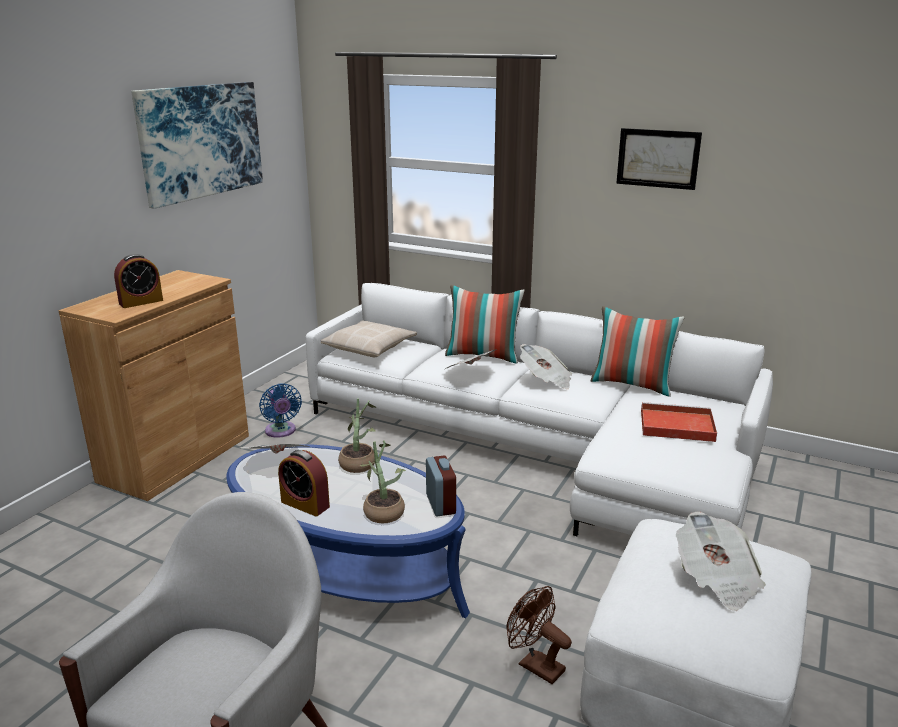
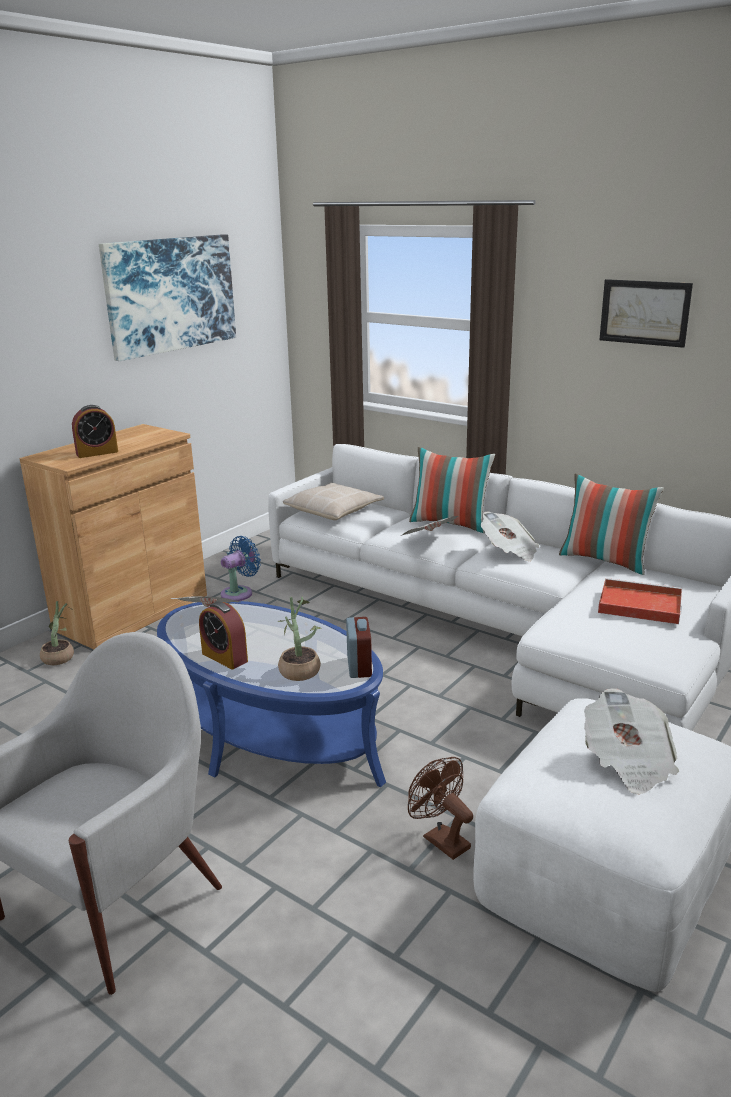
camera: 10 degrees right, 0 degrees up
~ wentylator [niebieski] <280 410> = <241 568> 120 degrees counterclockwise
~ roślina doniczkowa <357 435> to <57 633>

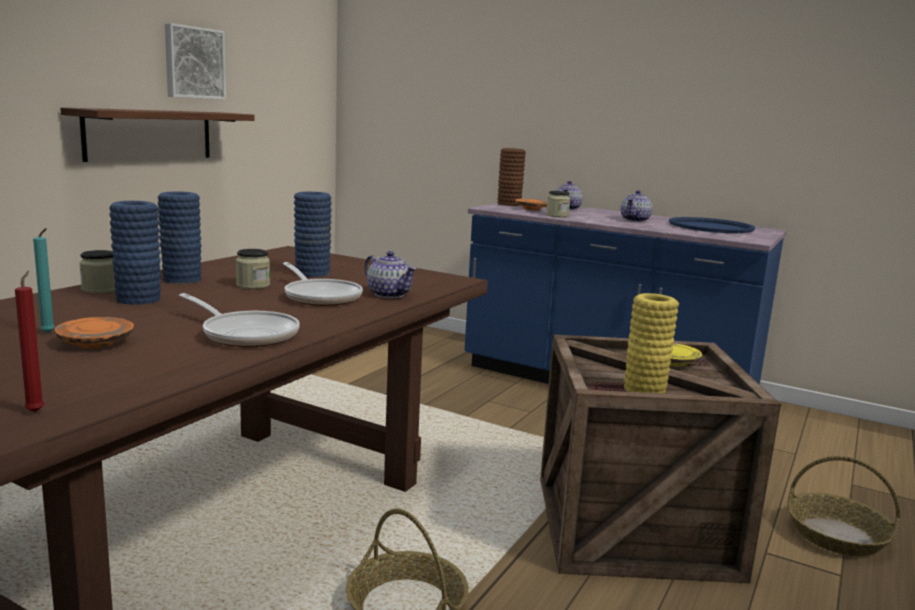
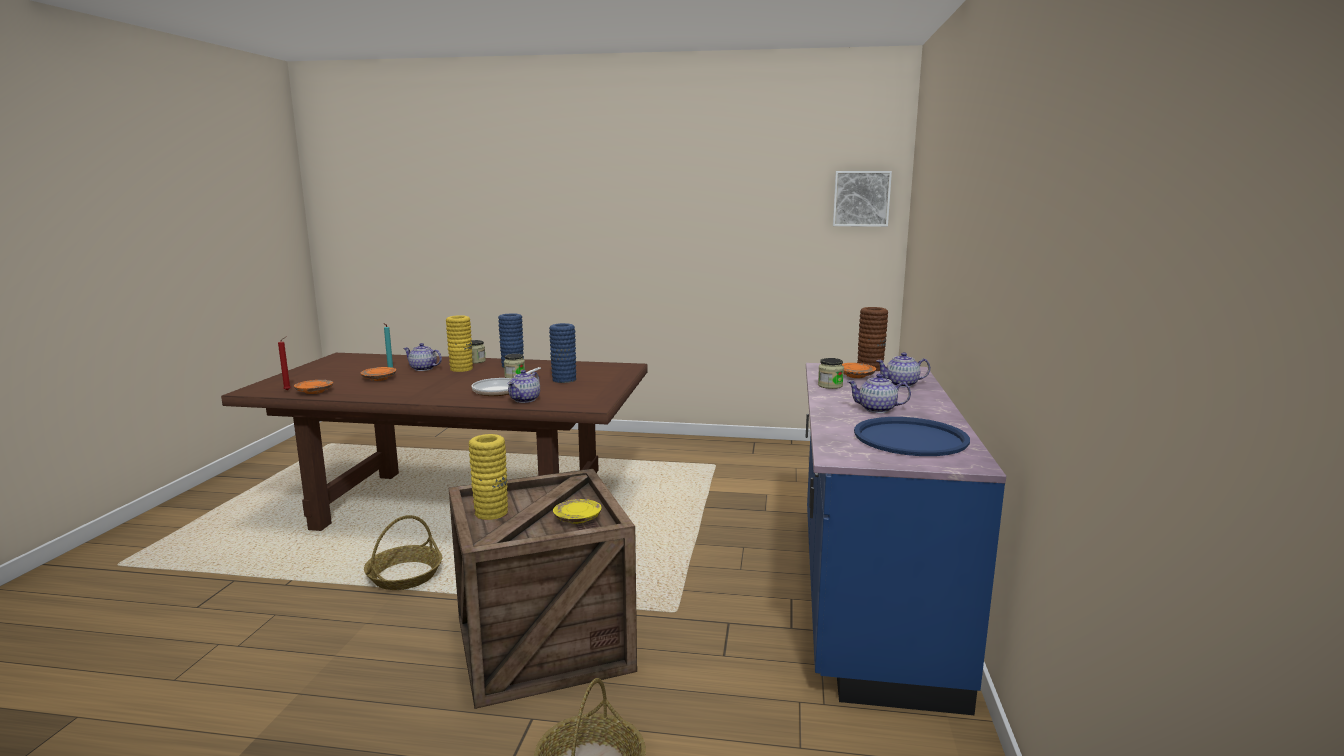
camera: 70 degrees right, 0 degrees up
- półka <157 134>
~ wazon [niebieski] <135 253> to wazon [żółty] <459 343>
~ obraz <195 61> to <862 199>
- patelnia <239 320>
+ talerz [pomarańczowy] <313 387>
+ imbryk <422 357>

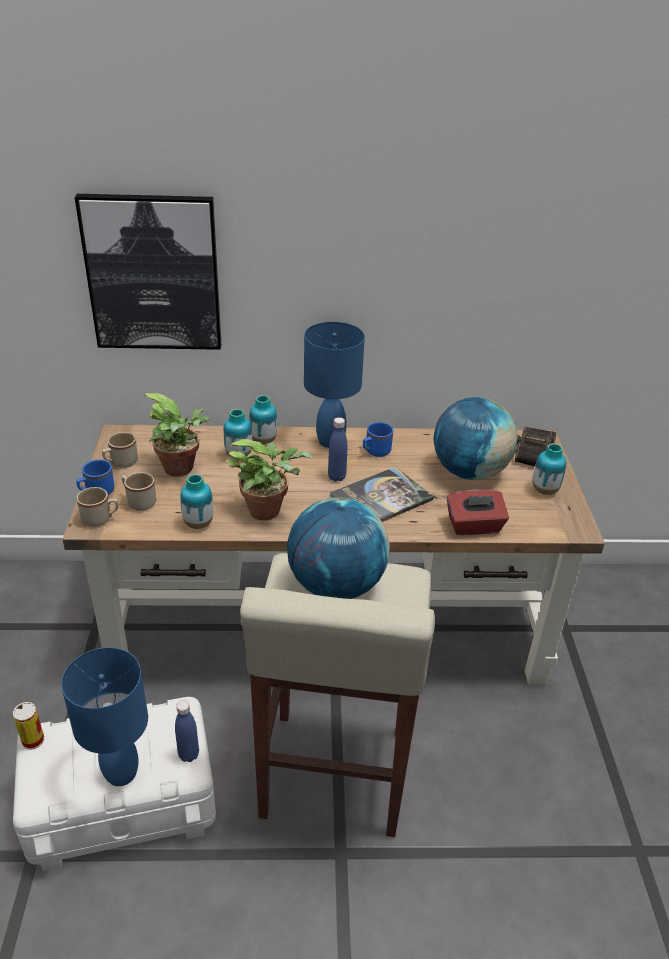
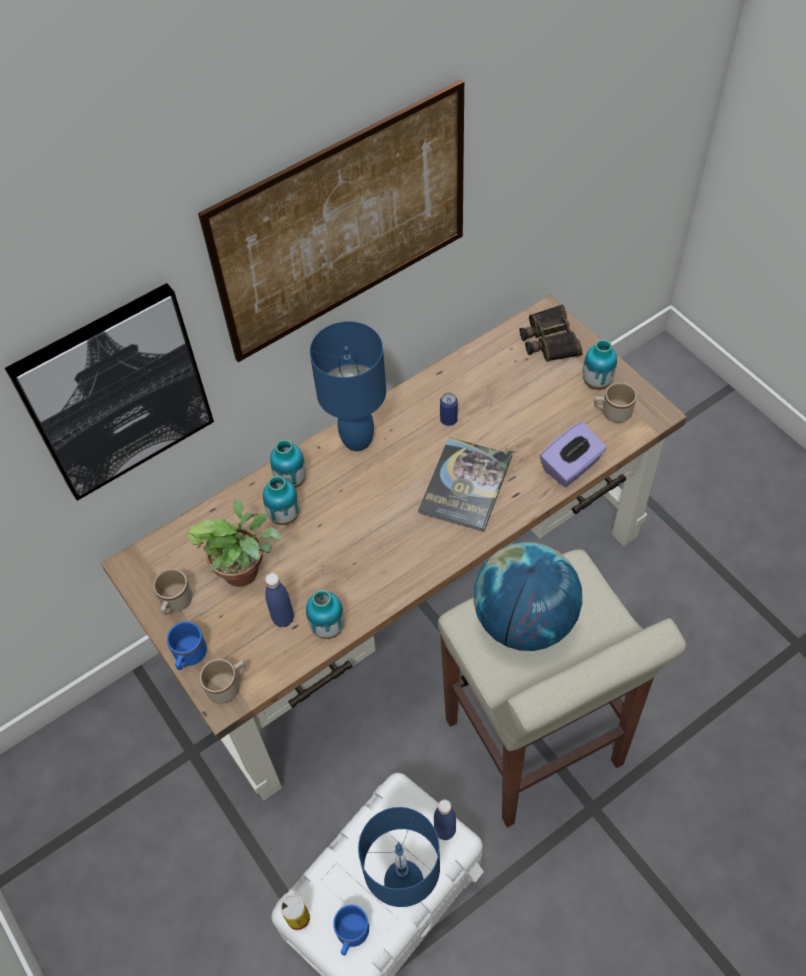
camera: 30 degrees left, 20 degrees up
~ kubek [beżowy] <139 491> to <615 403>
- roślina doniczkowa <269 479>
~ butelka [niebieski] <337 449> to <279 600>
~ kubek [niebieski] <378 439> to <351 930>
- globus <475 438>
~ pudełko chusteczek [czerwony] <478 512> to pudełko chusteczek [fioletowy] <573 454>
+ obraz <331 221>
+ puszka <449 409>

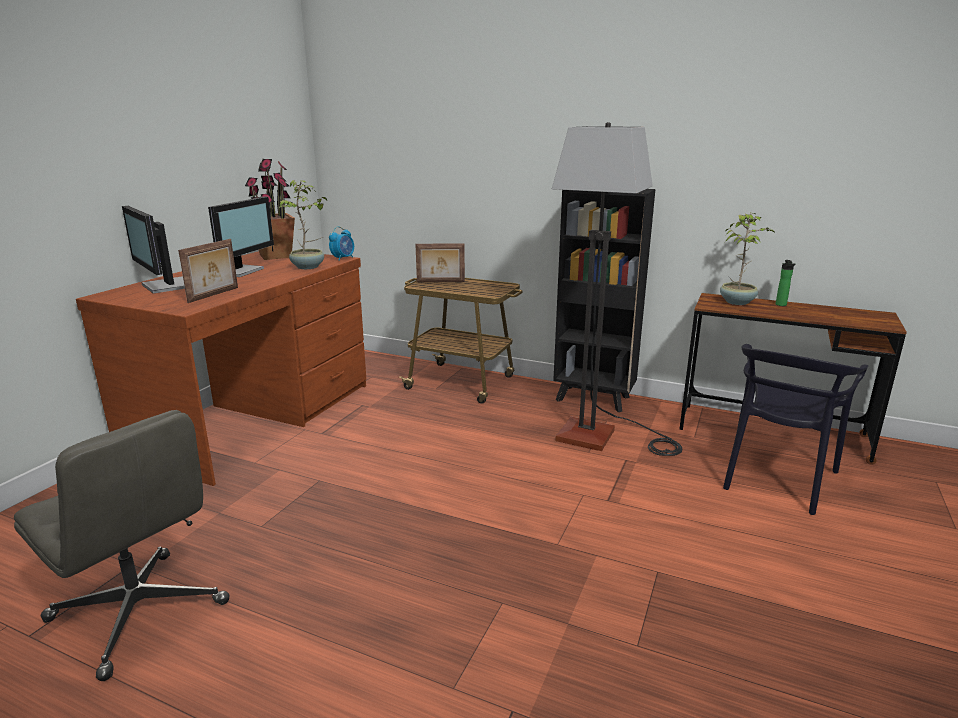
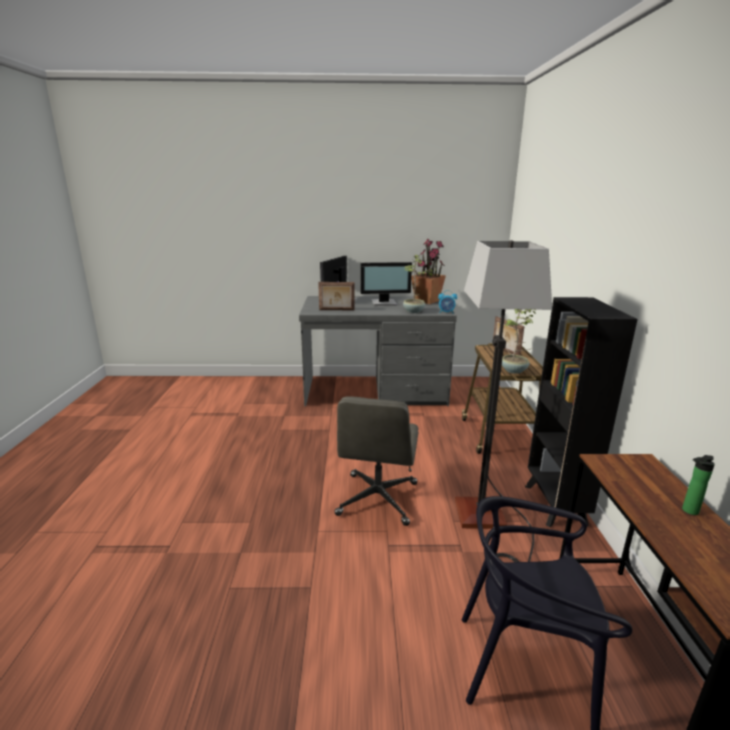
camera: 65 degrees right, 0 degrees up
~ krzesło biurowe [szary] <122 545> to <376 461>
~ biurko [brązowy] <221 368> to biurko [szary] <378 351>
~ roślina doniczkowa <747 259> to <519 341>

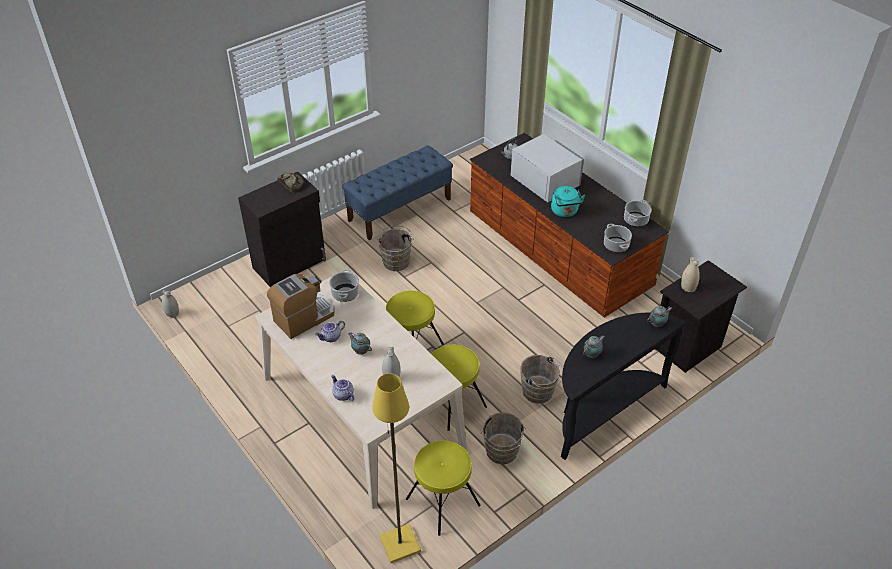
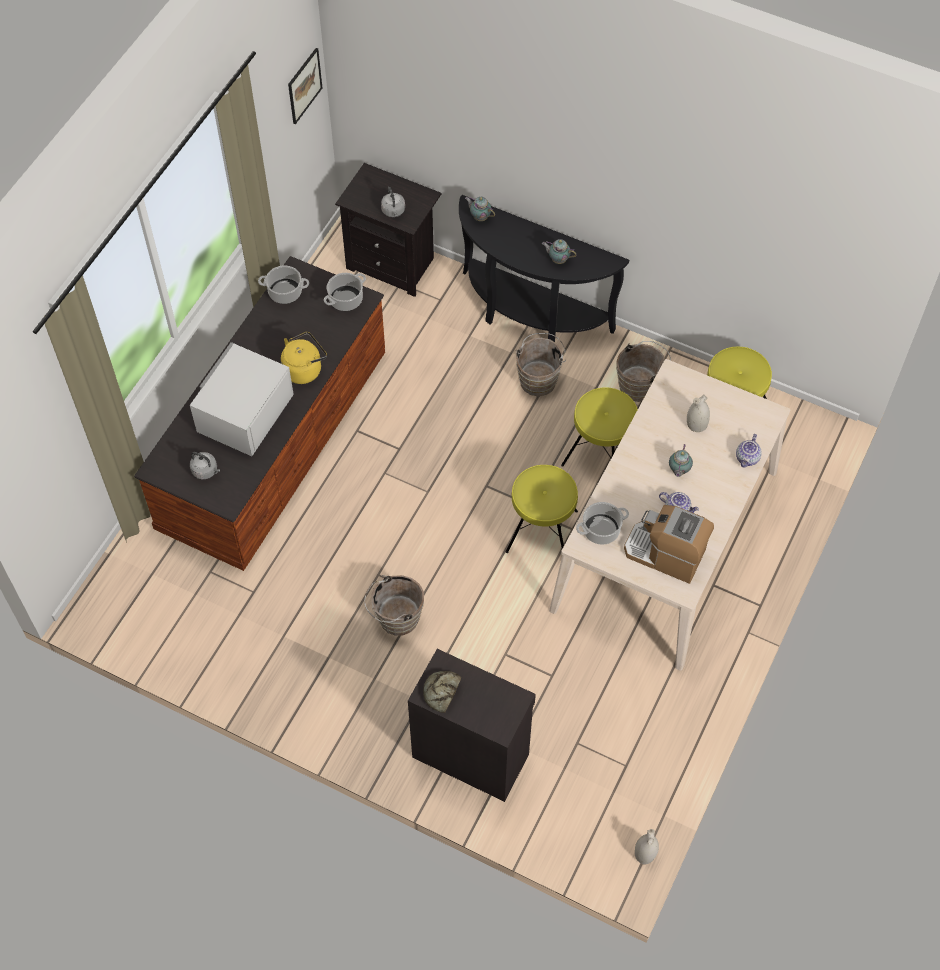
camera: 115 degrees left, 15 degrees up
- ławka [niebieski] <397 192>
- lampa stojąca [żółty] <396 468>
~ czajnik [turkusowy] <568 201> to czajnik [żółty] <304 358>
~ wazon [beżowy] <690 274> to czajnik [szary] <393 202>
+ obraz <305 86>

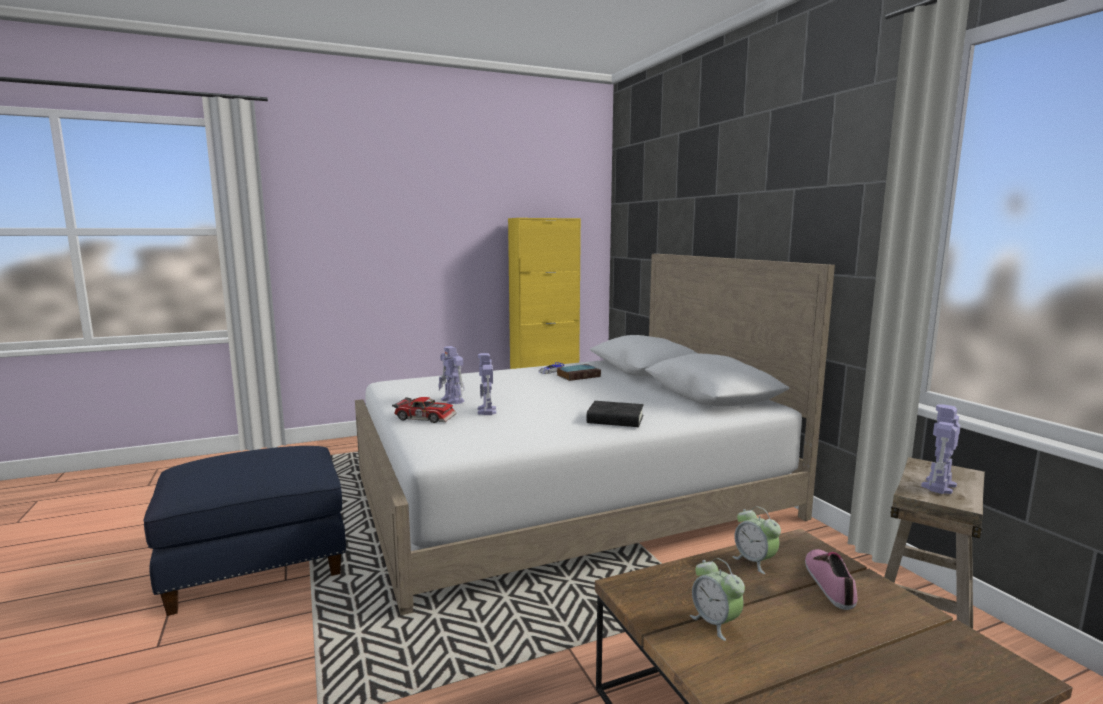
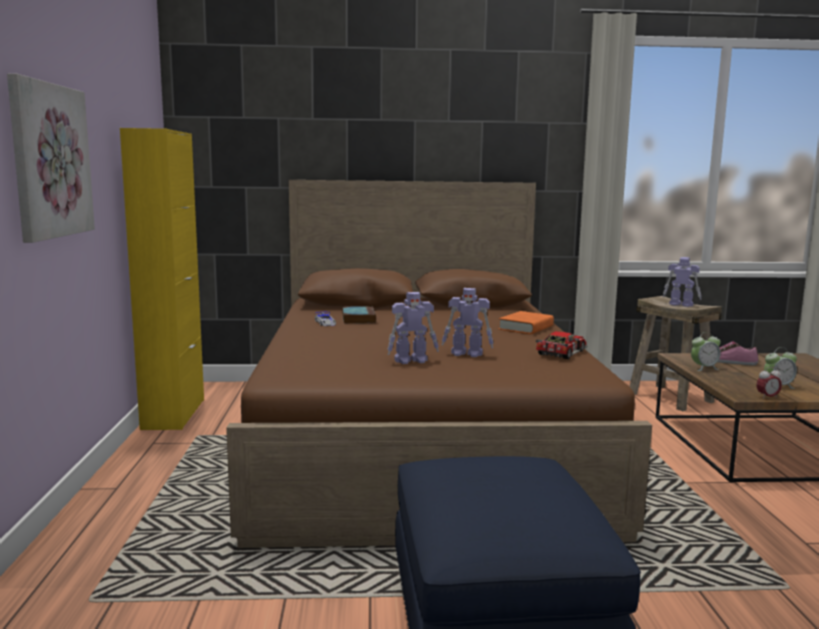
camera: 70 degrees left, 0 degrees up
~ łóżko [biały] <595 434> to łóżko [brązowy] <439 364>
~ samochodzik <424 410> to <561 345>
~ książka [czarny] <615 414> to książka [pomarańczowy] <526 322>
~ robot zabawkowy <941 449> = <682 282> 150 degrees clockwise
+ obraz <51 158>
+ budzik <769 383>

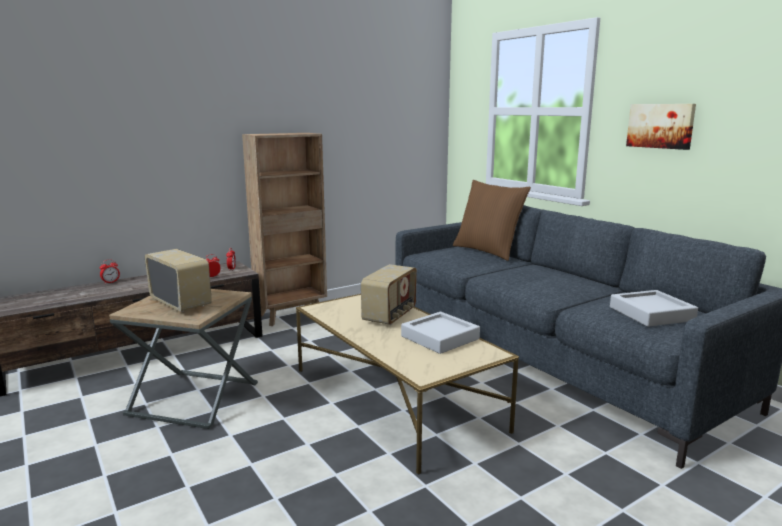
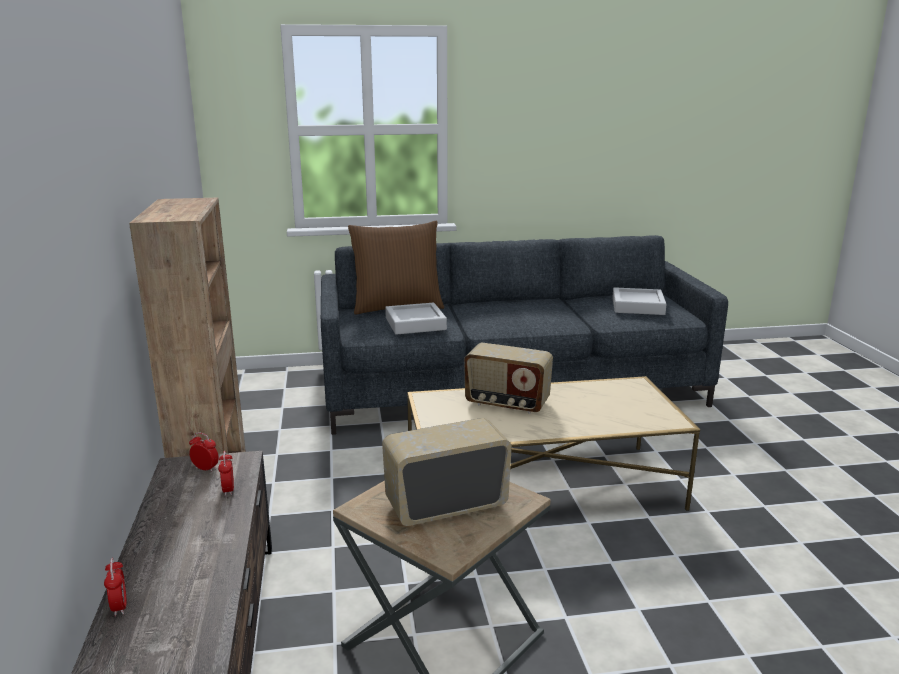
camera: 65 degrees left, 5 degrees up
~ radio <389 294> = <508 378> 150 degrees clockwise
~ taca [szary] <440 333> to <416 319>
- obraz <661 127>

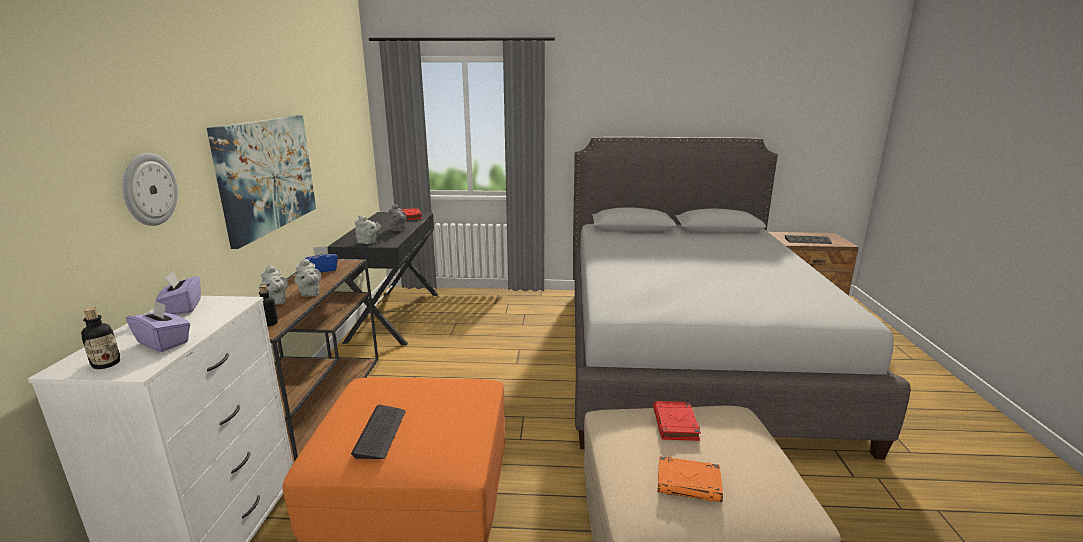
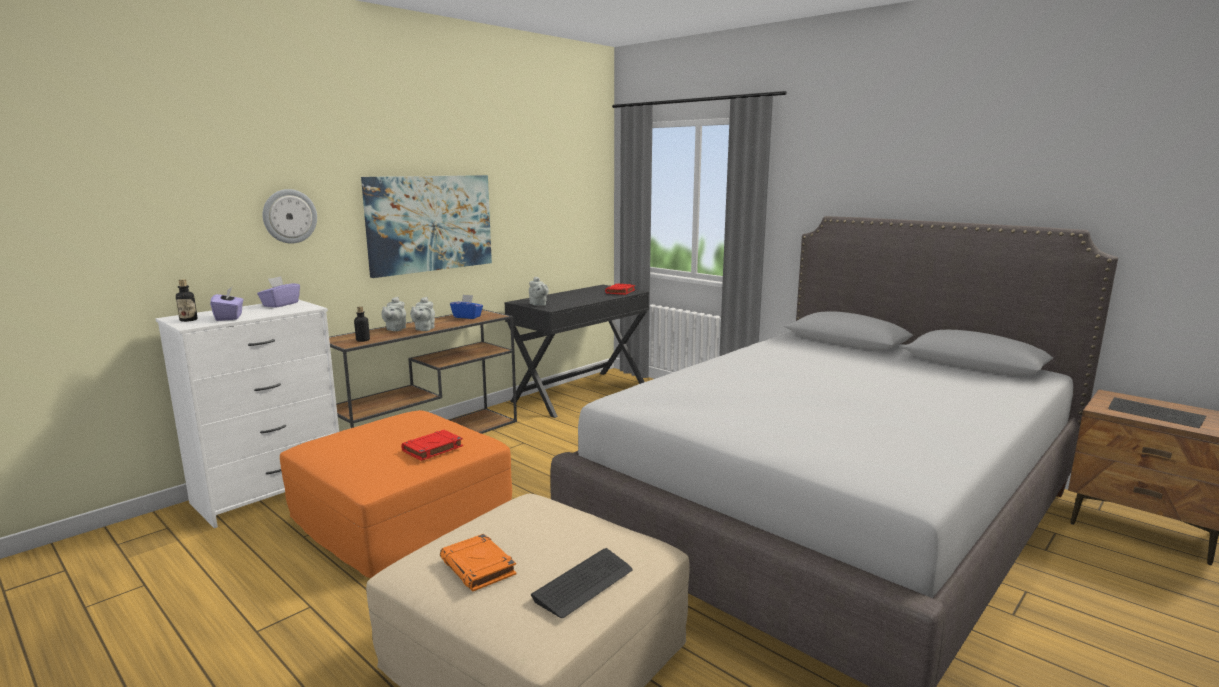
camera: 40 degrees right, 5 degrees down
~ klawiatura <378 432> to <581 583>
- imbryk [szary] <398 217>
~ książka [czerwony] <677 421> to <432 445>

